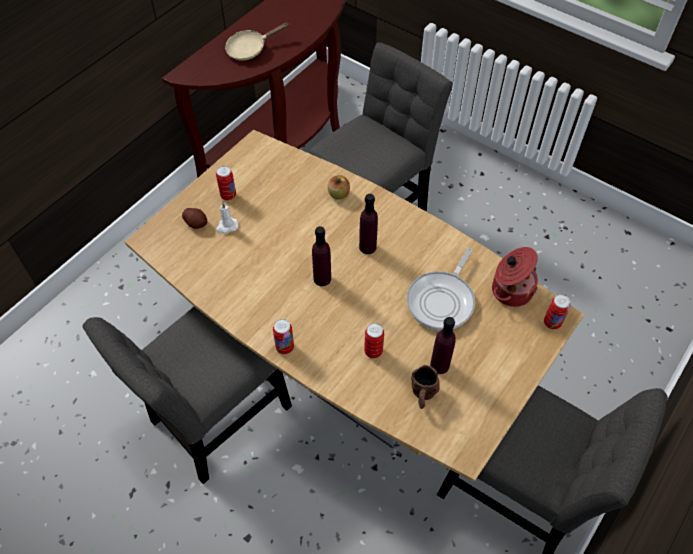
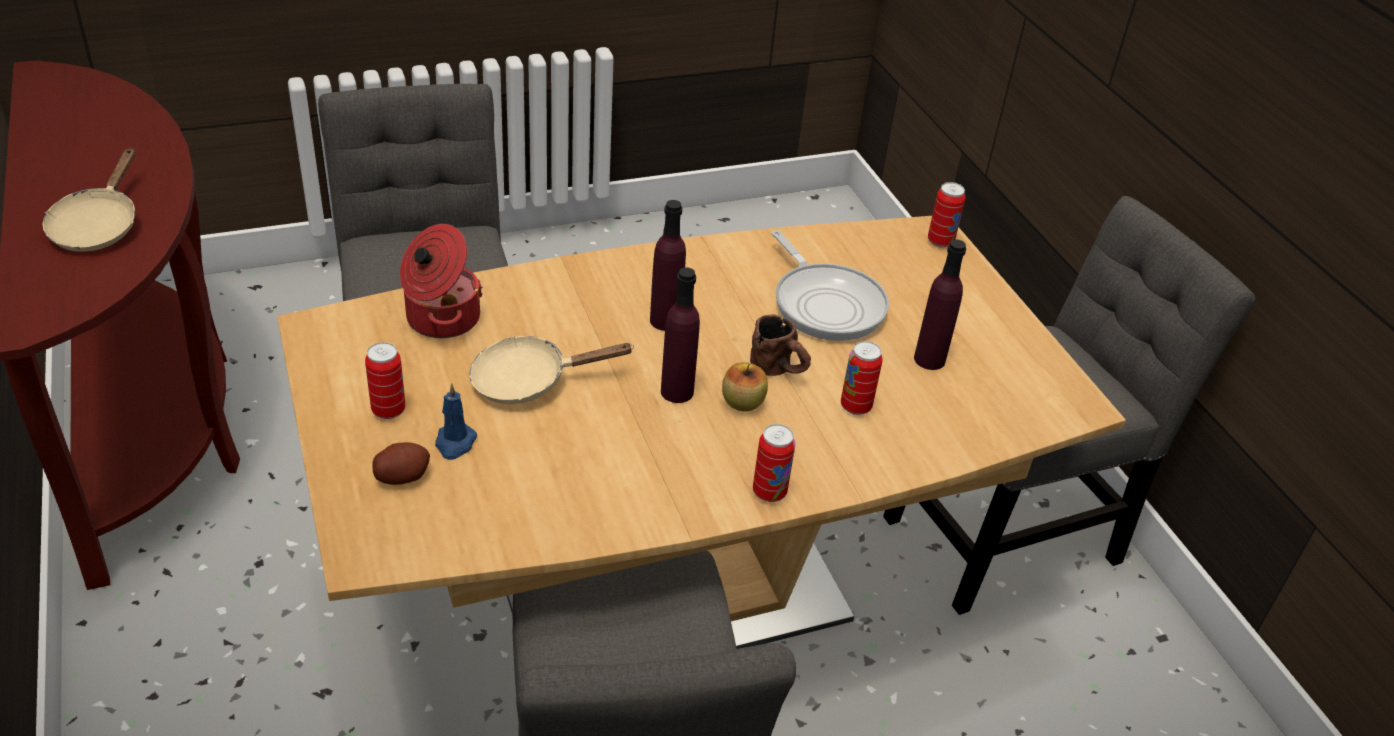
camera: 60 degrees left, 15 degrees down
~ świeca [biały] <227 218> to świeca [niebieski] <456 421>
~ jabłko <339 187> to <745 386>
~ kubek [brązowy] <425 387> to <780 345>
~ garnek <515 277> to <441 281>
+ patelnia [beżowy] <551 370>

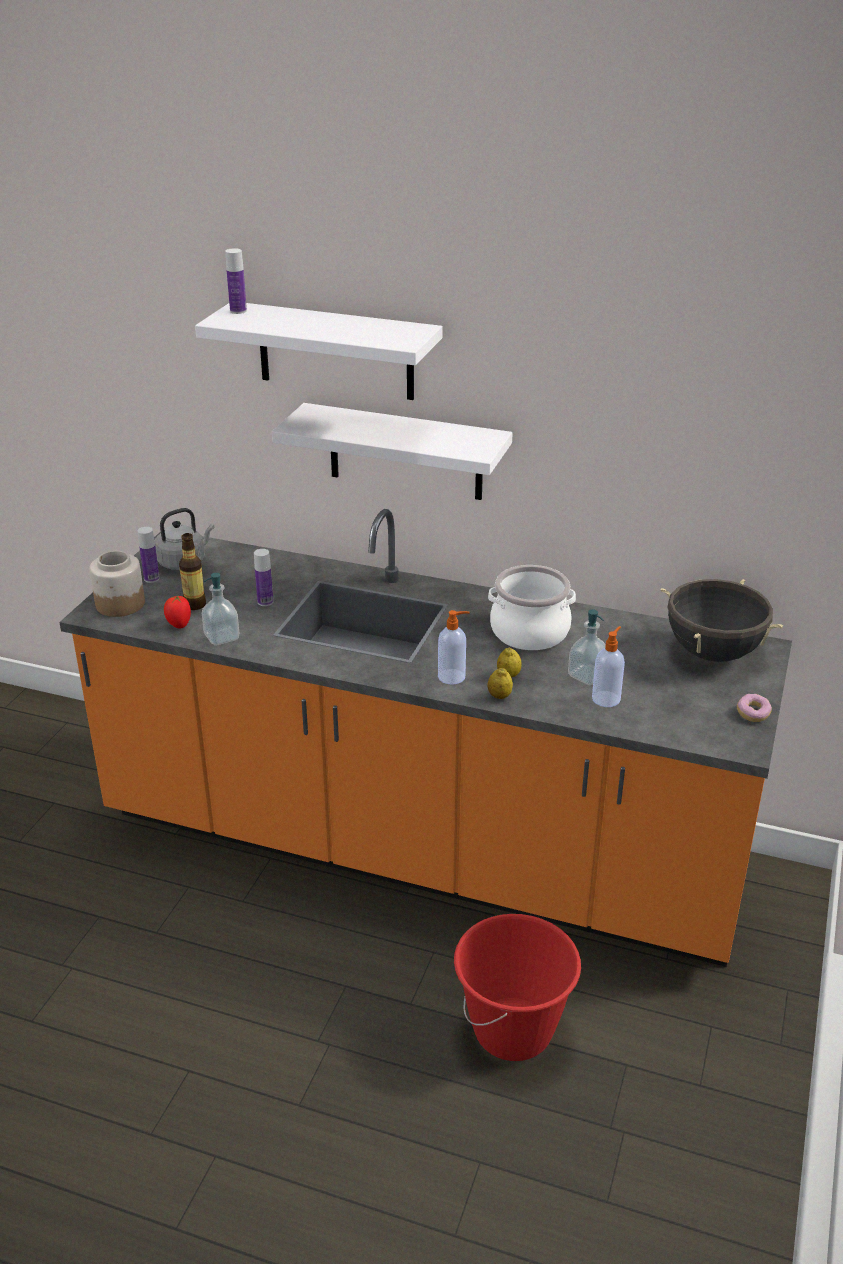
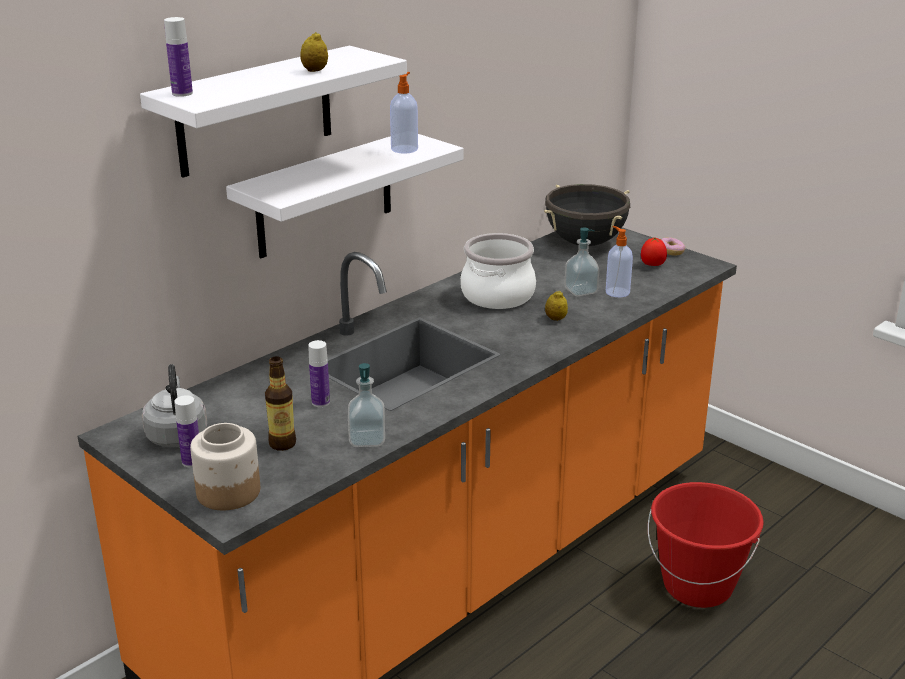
camera: 65 degrees left, 5 degrees down
~ pomidor <177 612> to <654 252>
~ dozownik mydła <454 647> to <404 113>
~ cytryna <500 683> to <314 52>

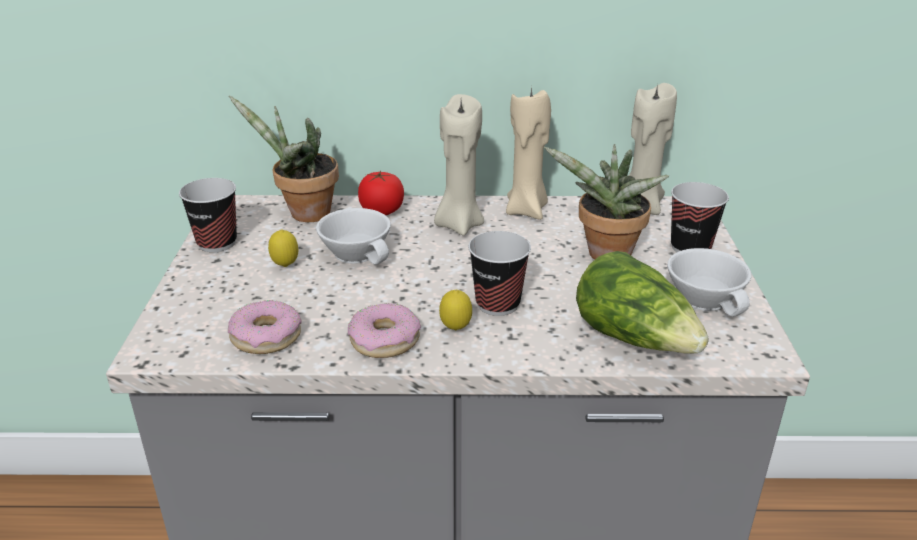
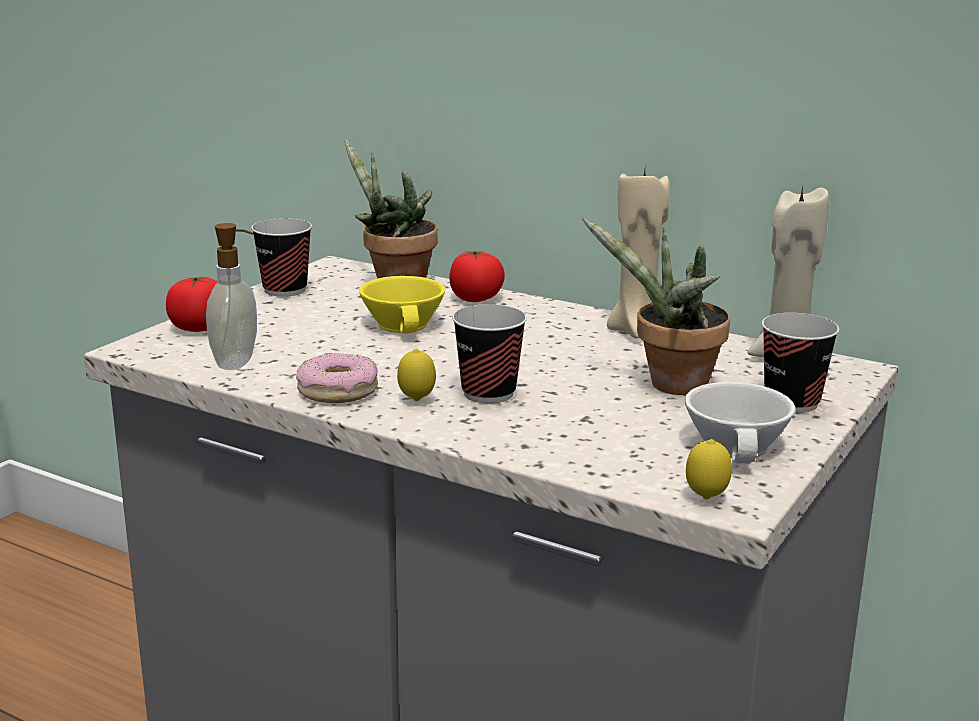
camera: 30 degrees right, 10 degrees down
~ donut <264 327> to dozownik mydła <231 296>
~ cytryna <283 248> to <709 469>
~ filiżanka [biały] <353 236> to filiżanka [żółty] <402 305>
- świeca [beżowy] <459 165>
- sałata <642 302>
+ pomidor <191 304>

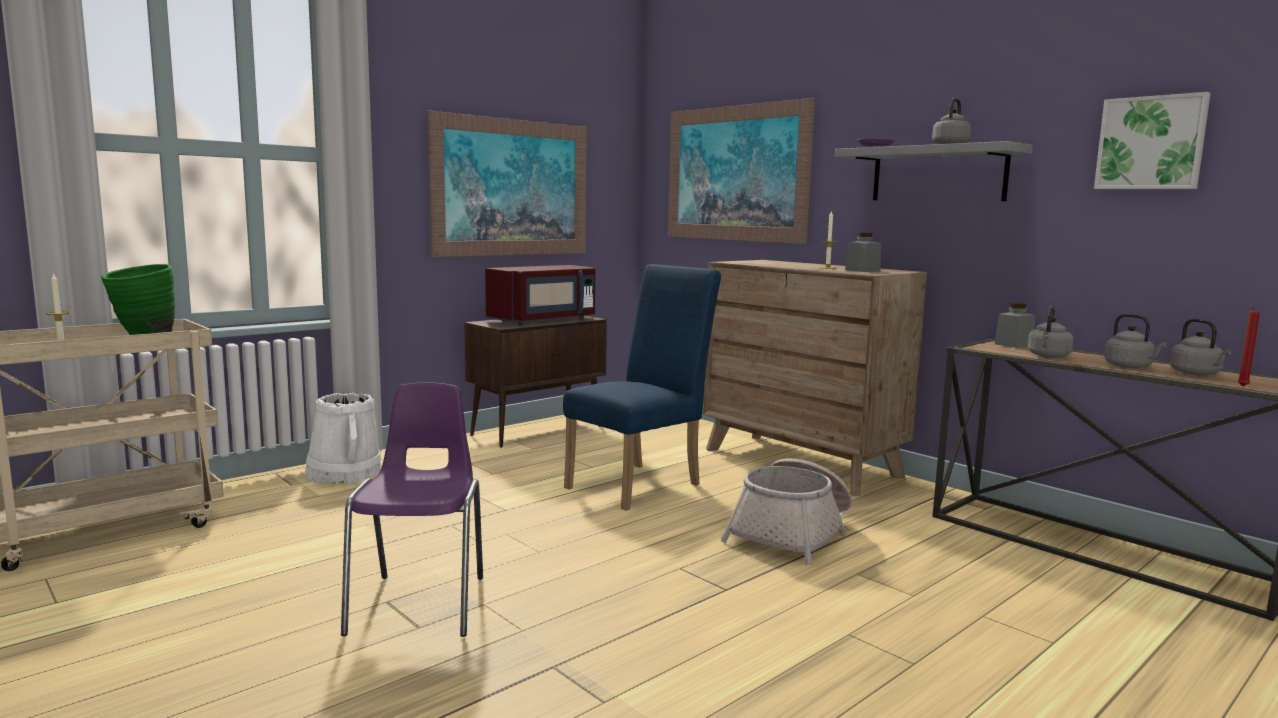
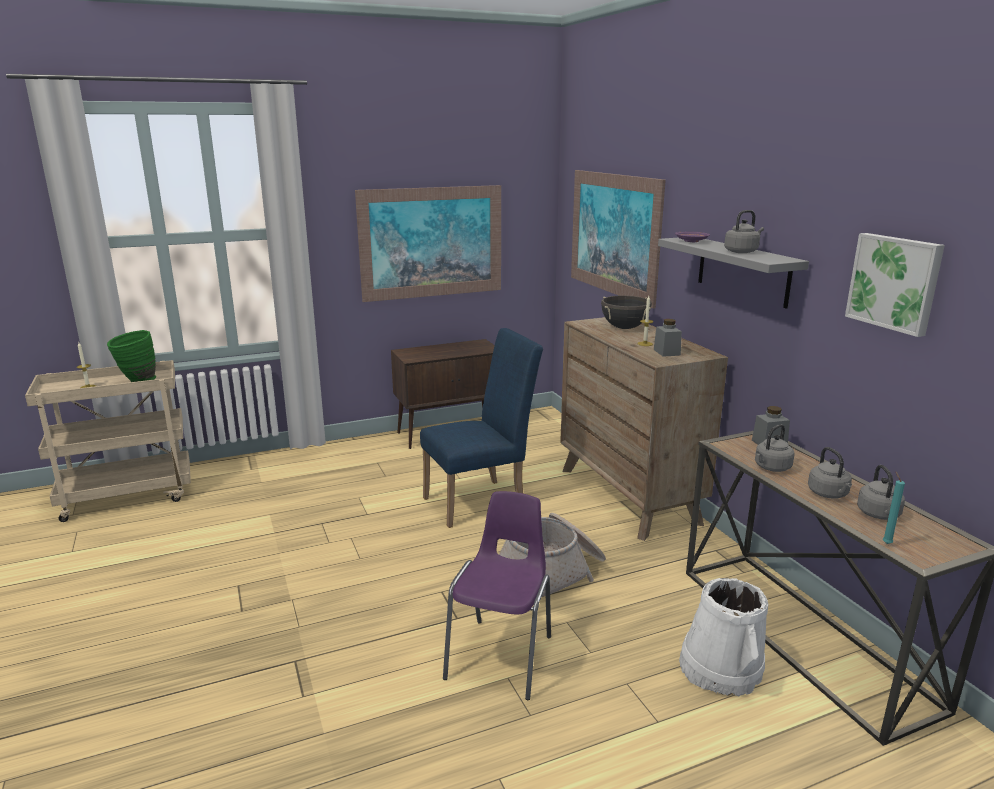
camera: 20 degrees right, 10 degrees up
~ wiadro [biały] <343 438> to <723 637>
~ krzesło [fioletowy] <412 509> to <497 595>
- mikrofalówka [czerwony] <540 295>
~ świeca [czerwony] <1248 344> to świeca [turkusowy] <894 507>
+ garnek [czarny] <626 312>

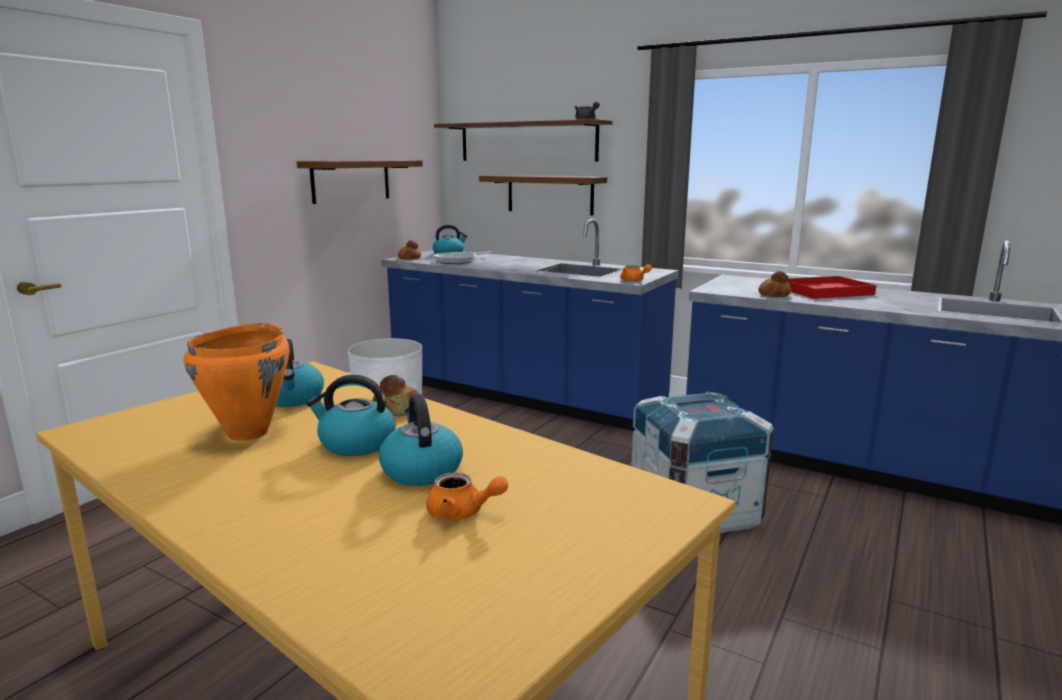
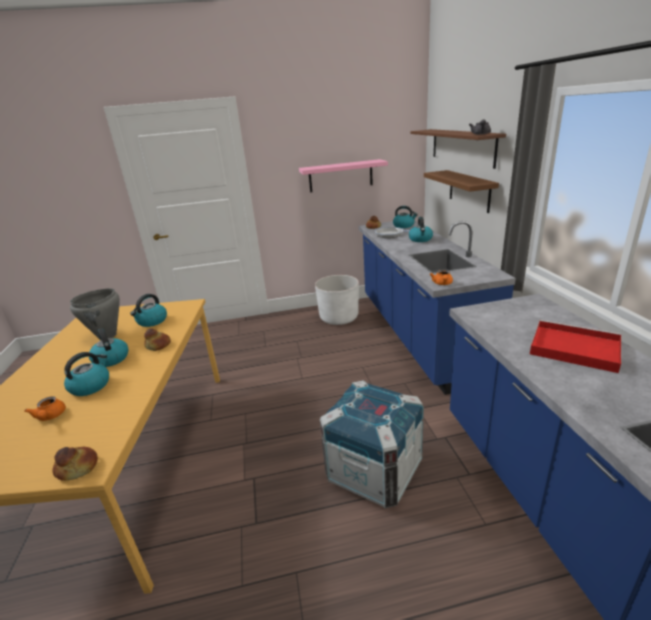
camera: 50 degrees right, 10 degrees up
~ garnek [pomarańczowy] <236 382> to garnek [szary] <95 314>
~ półka [brązowy] <360 182> to półka [różowy] <343 175>
~ chleb <774 284> to <75 464>
+ czajnik <421 229>

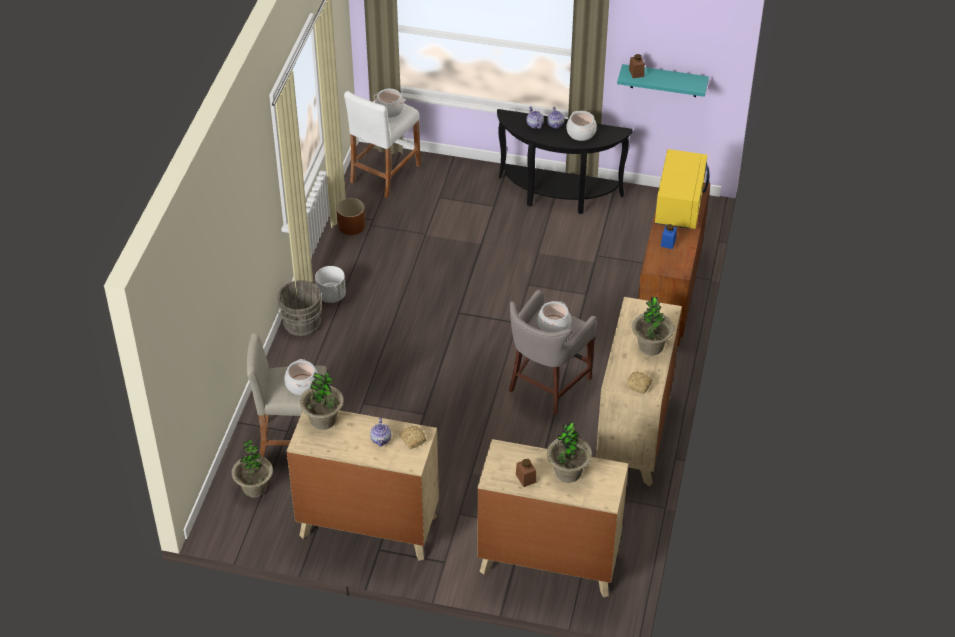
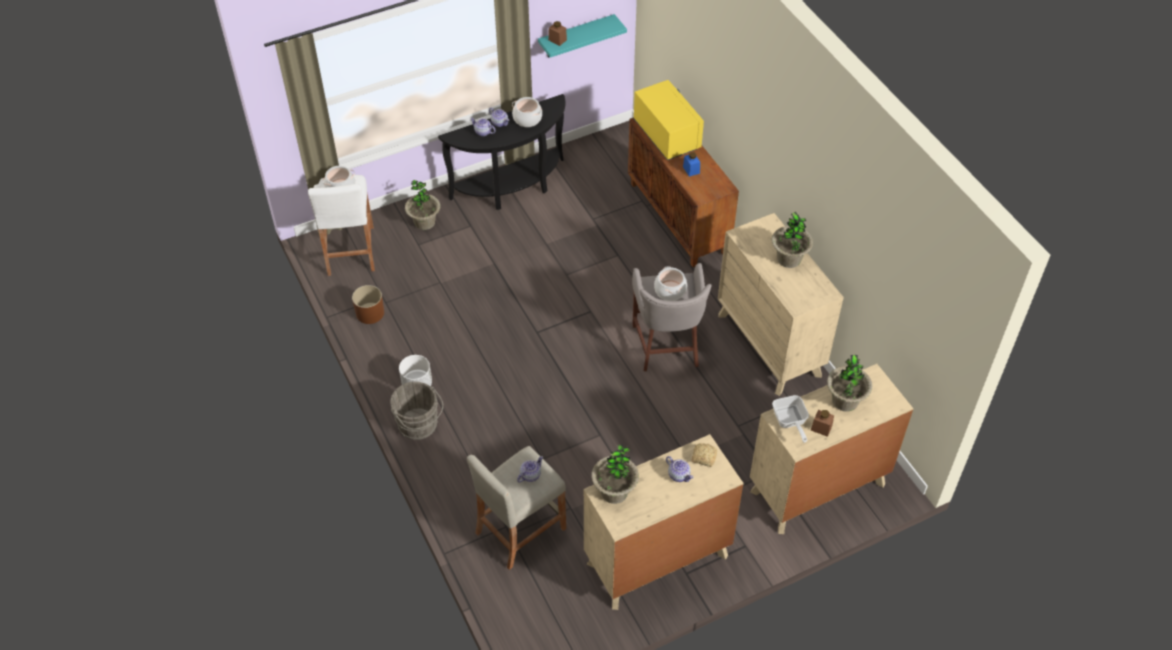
camera: 40 degrees left, 5 degrees up
~ roślina doniczkowa <252 469> to <422 205>
~ garnek <301 377> to imbryk <530 469>
- chleb <639 383>
+ patelnia <790 419>

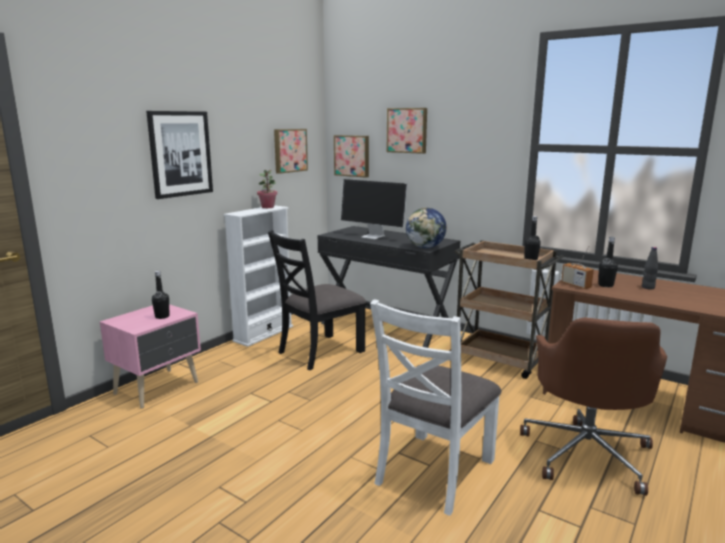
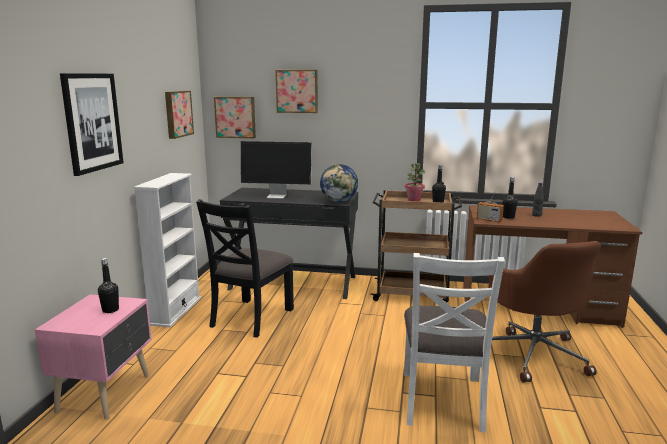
camera: 25 degrees left, 0 degrees up
~ roślina doniczkowa <267 188> to <415 182>

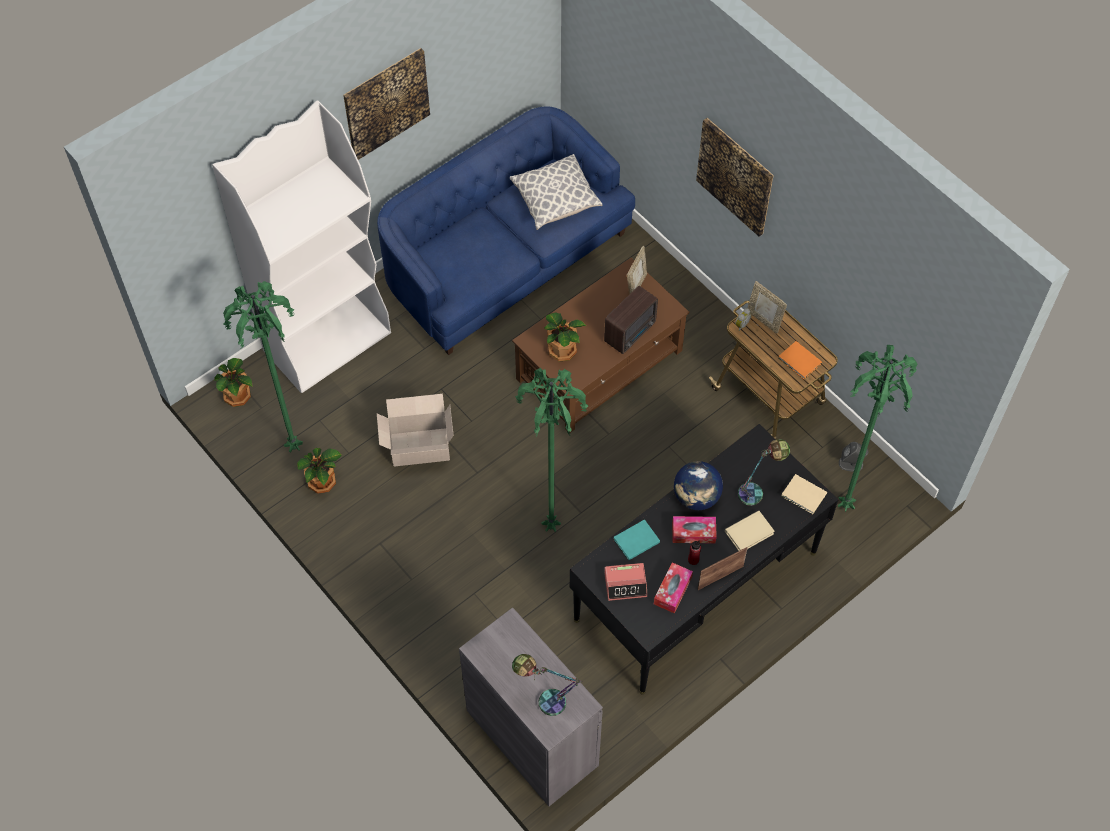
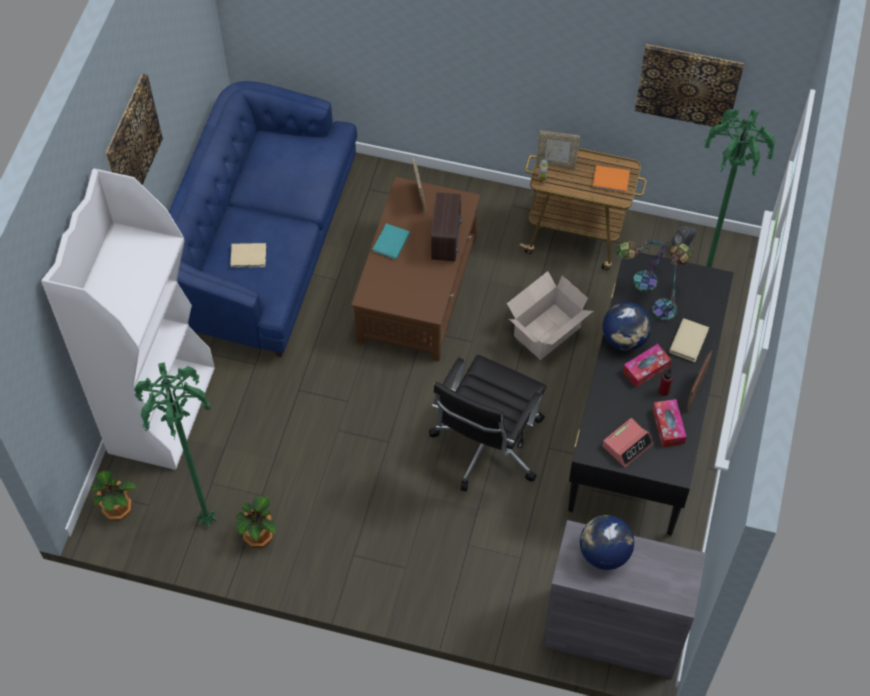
camera: 35 degrees left, 0 degrees up
~ karton <415 430> to <550 315>
- poduszka <556 192>
~ lampa stołowa <547 685> to <643 265>
~ lampa stojąca [zielony] <551 450> to krzesło biurowe [czarny] <487 423>
- roślina doniczkowa <565 337>
~ książka [turkusowy] <637 539> to <391 241>
~ obraz <735 177> to <689 85>
~ książka [beżowy] <804 494> to <248 255>
+ globus <607 542>

